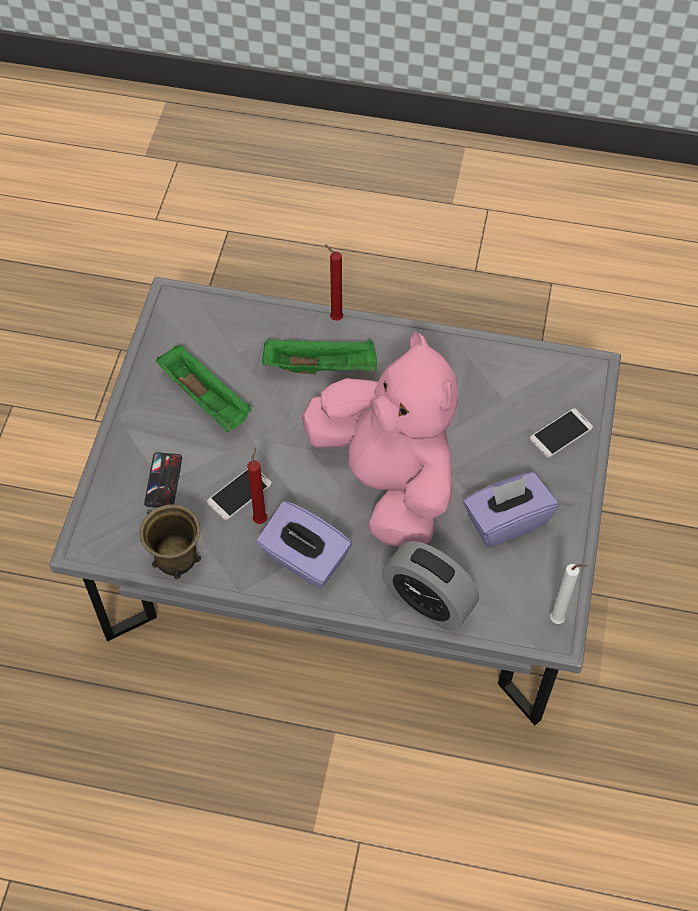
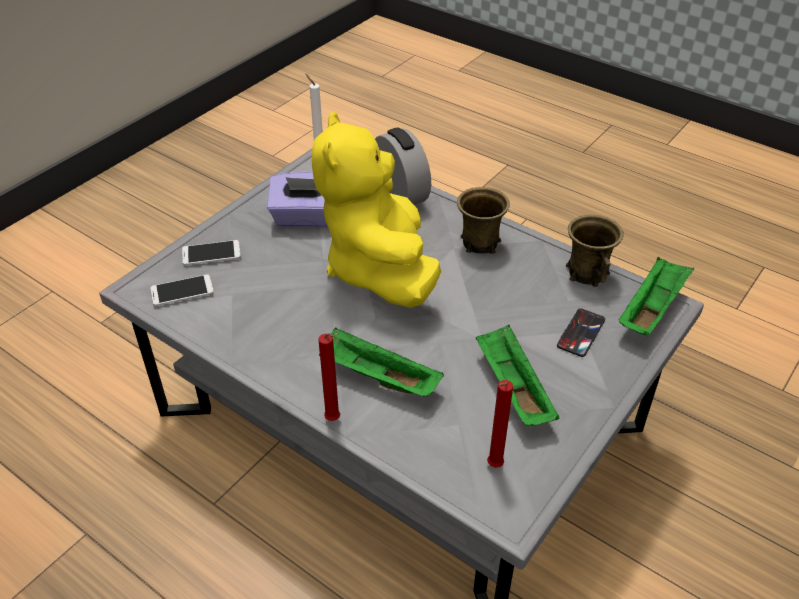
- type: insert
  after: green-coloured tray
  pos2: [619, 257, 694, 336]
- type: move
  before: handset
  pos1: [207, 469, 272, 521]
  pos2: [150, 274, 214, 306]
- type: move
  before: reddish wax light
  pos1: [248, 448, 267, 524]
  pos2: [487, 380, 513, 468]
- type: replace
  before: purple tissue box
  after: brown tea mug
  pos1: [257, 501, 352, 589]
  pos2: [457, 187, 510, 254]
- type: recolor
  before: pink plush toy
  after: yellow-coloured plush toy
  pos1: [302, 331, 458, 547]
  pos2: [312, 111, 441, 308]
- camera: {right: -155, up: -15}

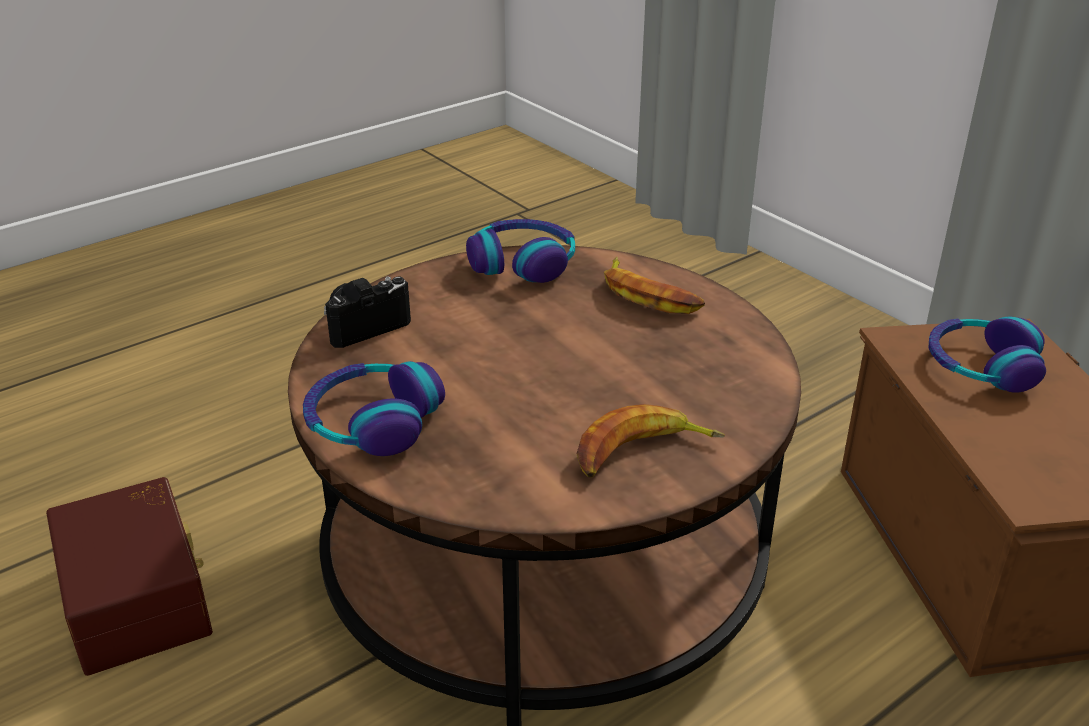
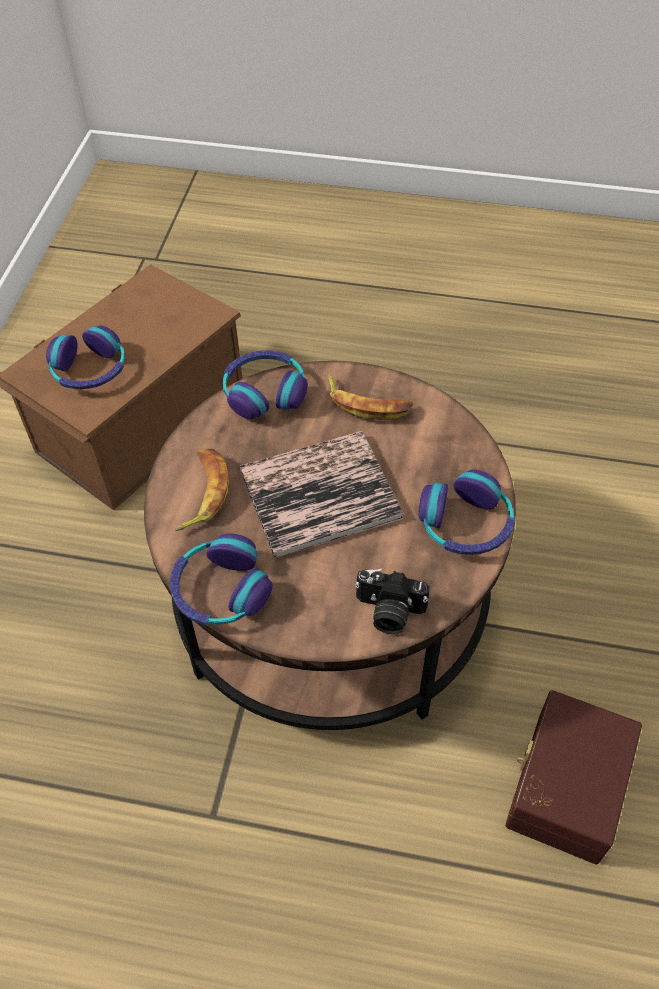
- type: insert
  after: headset
  pos2: [223, 350, 308, 419]
- type: insert
  after: volume
  pos2: [239, 431, 404, 559]
- camera: {right: -130, up: 20}

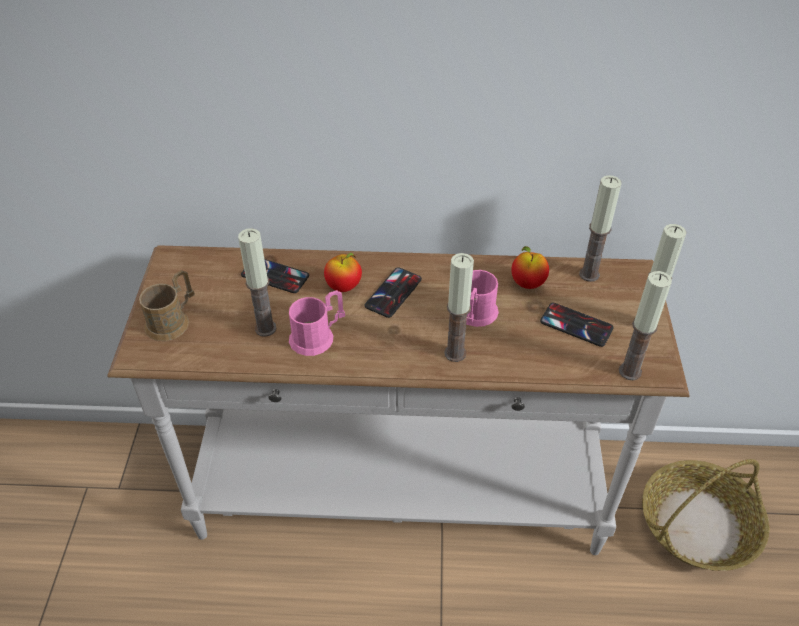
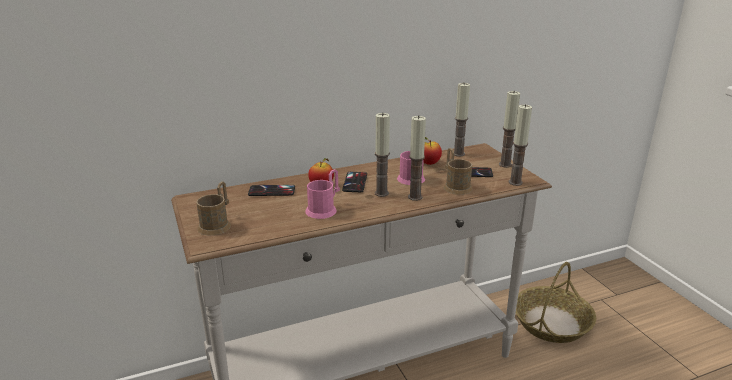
- type: insert
  after: brown tea mug
  pos2: [444, 148, 473, 195]
- type: move
  before: wax light
  pos1: [238, 228, 277, 337]
  pos2: [375, 113, 390, 197]
- camera: {right: -25, up: -20}

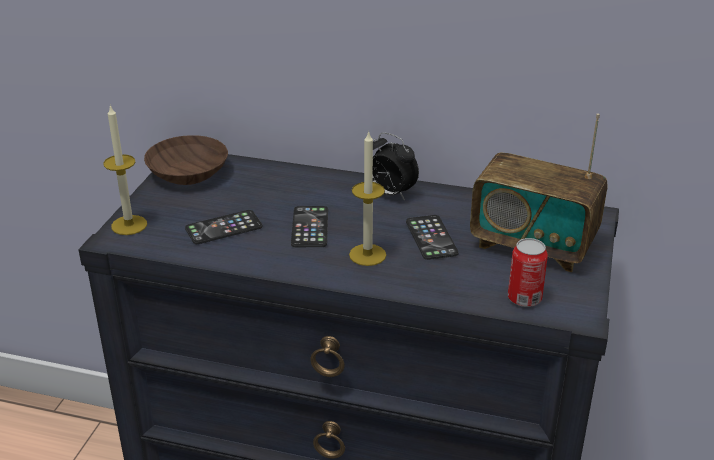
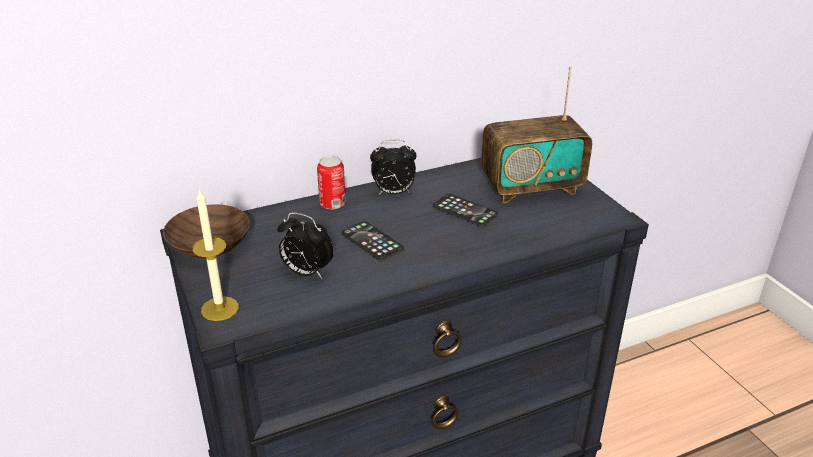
- type: delete
  before: wax light
  pos1: [349, 130, 386, 266]
- type: move
  before: can
  pos1: [508, 238, 548, 307]
  pos2: [317, 156, 346, 210]
- type: replace
  before: handset
  after: alarm clock
  pos1: [185, 210, 262, 244]
  pos2: [277, 212, 334, 278]
- camera: {right: -40, up: 0}

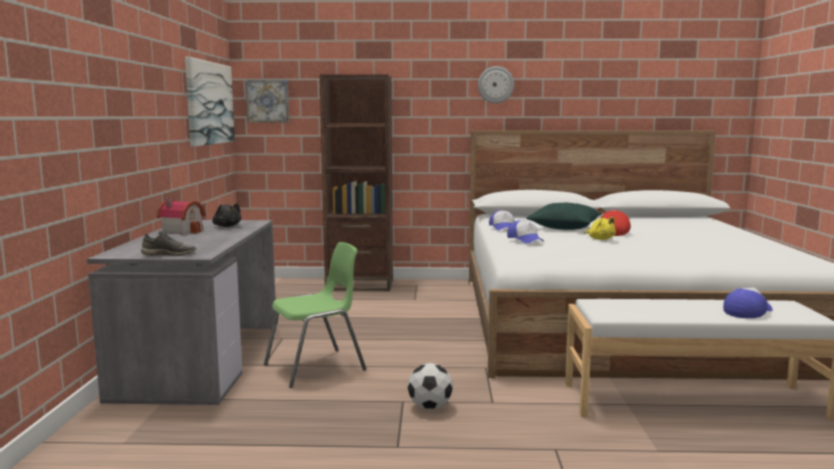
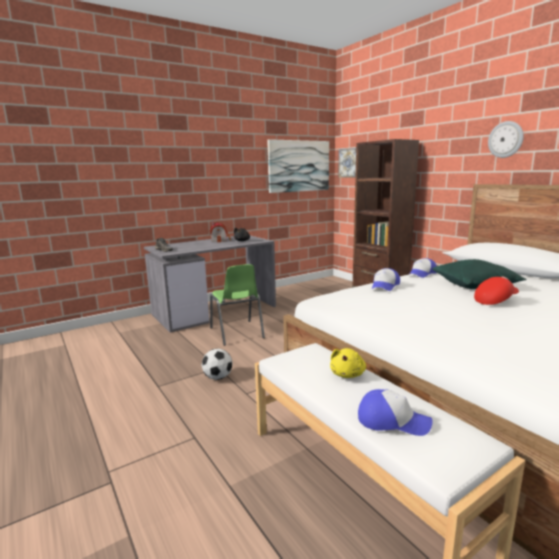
- type: move
  before: yellow-coloured plush toy
  pos1: [584, 217, 616, 240]
  pos2: [330, 348, 366, 378]
- type: rotate
  before: green-coloured chair
  pos1: [264, 242, 366, 388]
  pos2: [210, 264, 265, 346]
  turn: 45
- camera: {right: 55, up: 5}

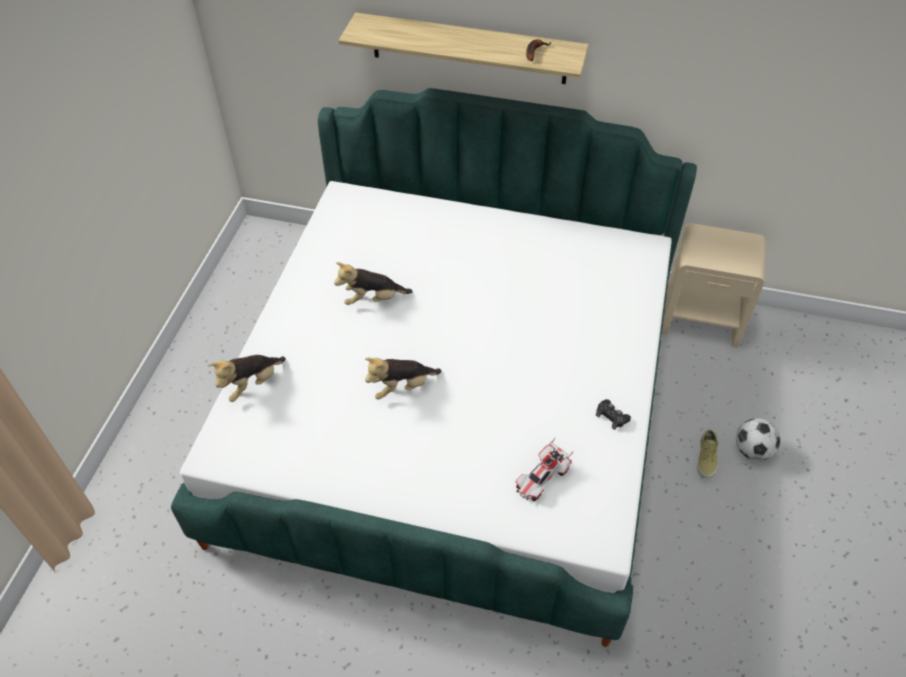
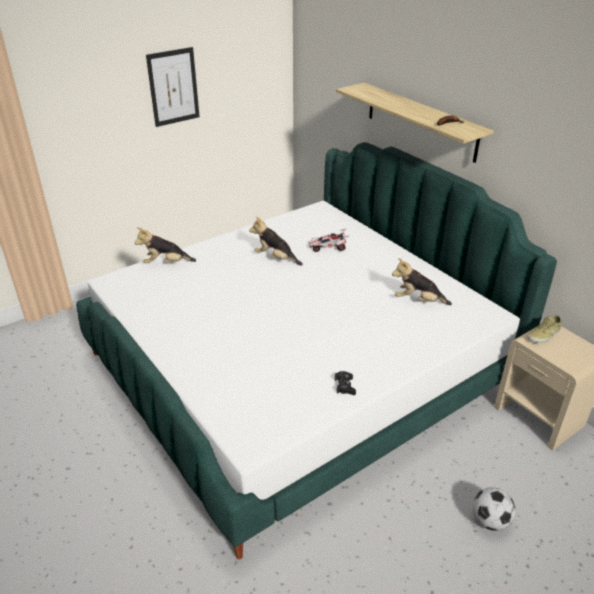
- type: insert
  after: wall picture
  pos2: [146, 47, 200, 127]
- type: move
  before: plush toy
  pos1: [365, 357, 442, 400]
  pos2: [392, 258, 452, 305]
- type: move
  before: toy car
  pos1: [515, 438, 574, 501]
  pos2: [309, 229, 348, 252]
- type: move
  before: sand-coloured shoe
  pos1: [697, 430, 718, 478]
  pos2: [527, 315, 562, 343]
- camera: {right: 40, up: -15}

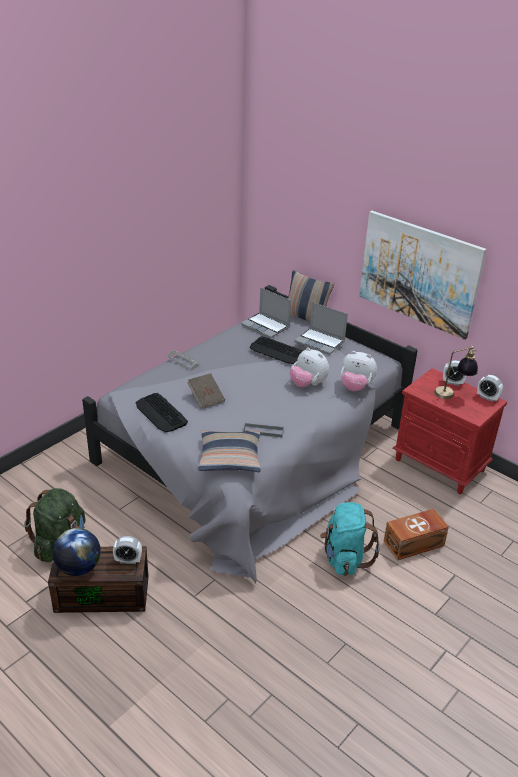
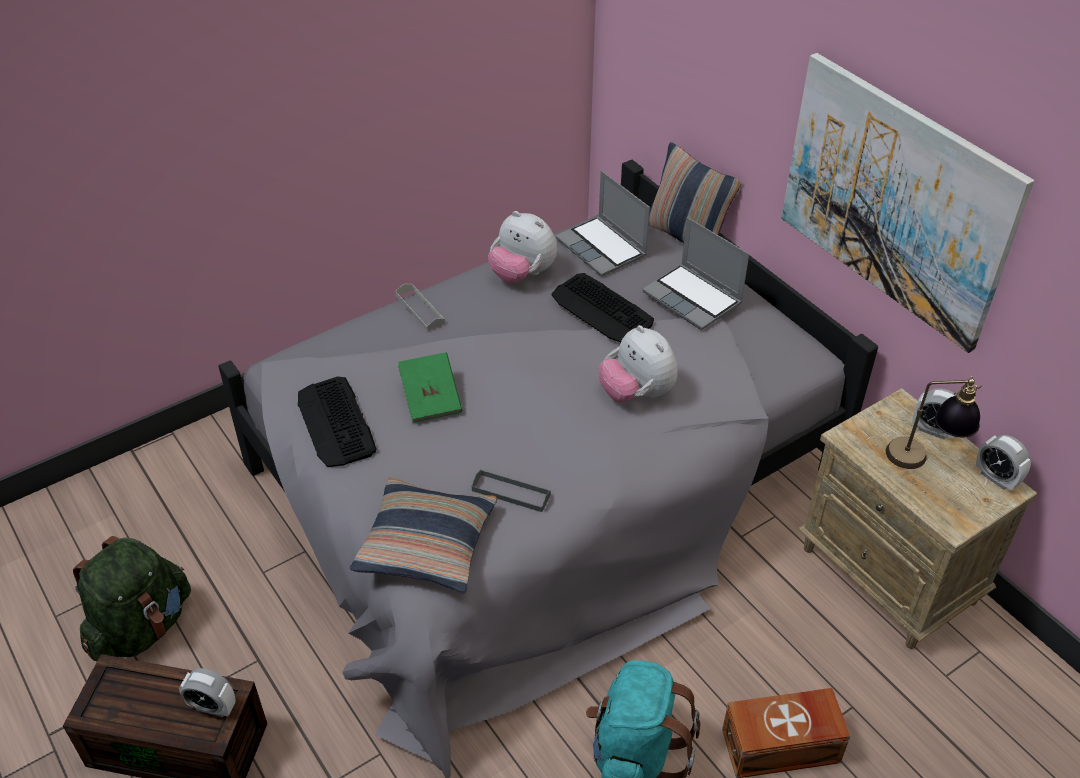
- type: delete
  before: globe
  pos1: [53, 528, 101, 576]
- type: move
  before: plush toy
  pos1: [341, 351, 377, 391]
  pos2: [488, 211, 557, 283]
- type: recolor
  before: brown volume
  after: green-coloured volume
  pos1: [187, 373, 225, 409]
  pos2: [398, 352, 462, 423]
- type: recolor
  before: reddish bedside table
  after: sand-coloured bedside table
  pos1: [393, 368, 507, 494]
  pos2: [797, 388, 1037, 649]
- camera: {right: 15, up: 10}

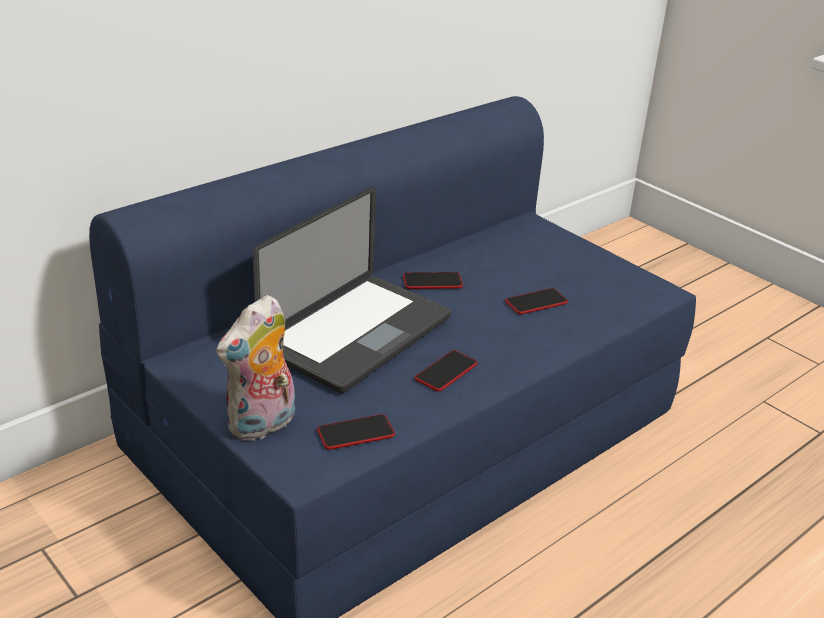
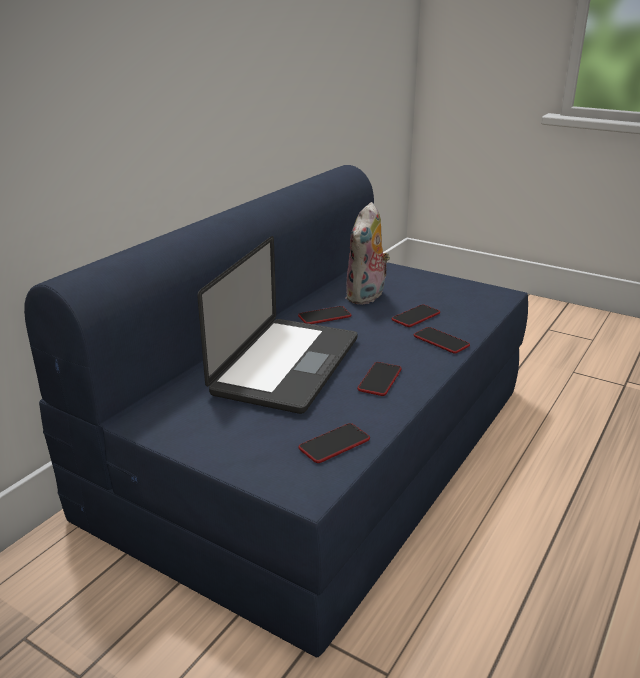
- type: insert
  after: handset
  pos2: [414, 327, 470, 354]
- type: move
  before: plush toy
  pos1: [216, 295, 295, 441]
  pos2: [345, 202, 390, 305]
- camera: {right: -15, up: -5}

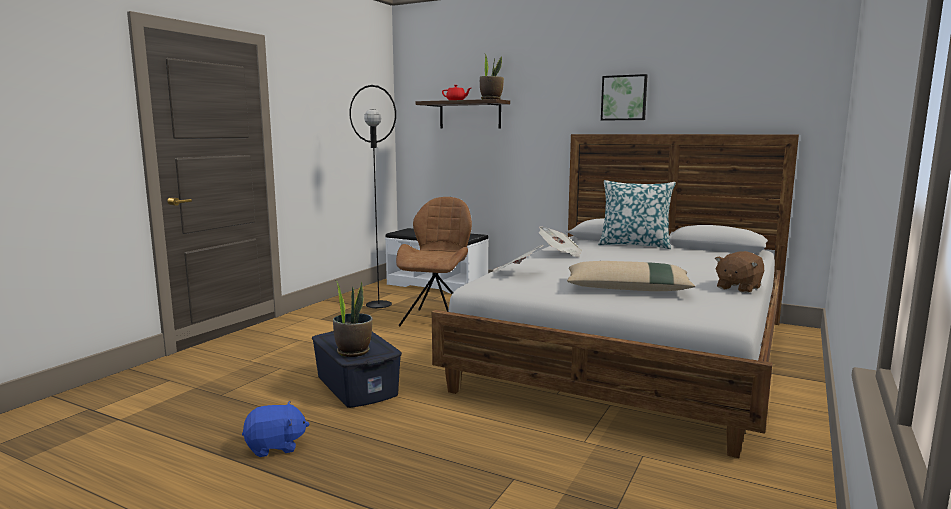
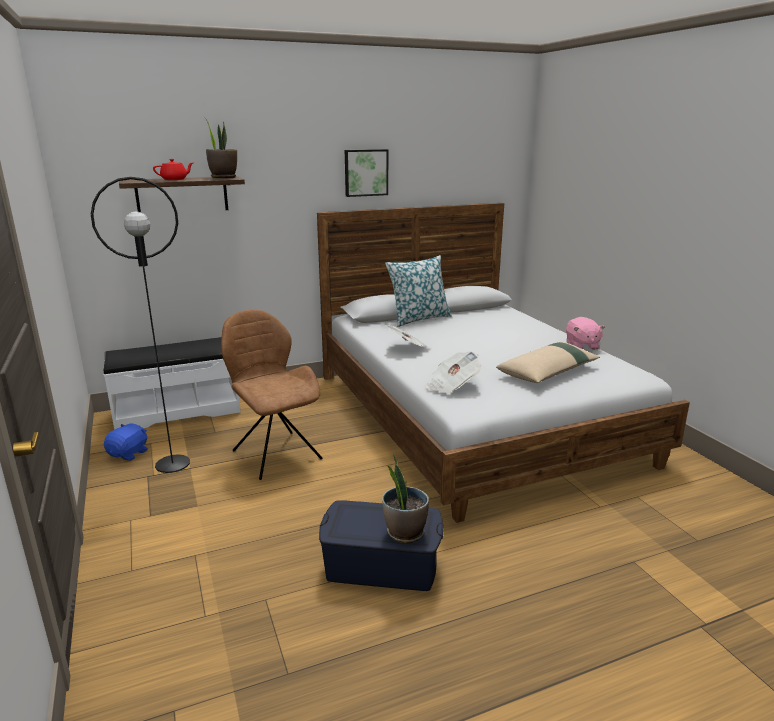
- type: move
  before: blue-coloured plush toy
  pos1: [242, 401, 309, 457]
  pos2: [104, 423, 148, 461]
- type: recolor
  before: brown plush toy
  after: pink plush toy
  pos1: [715, 251, 765, 293]
  pos2: [566, 317, 605, 350]
- camera: {right: -50, up: 10}

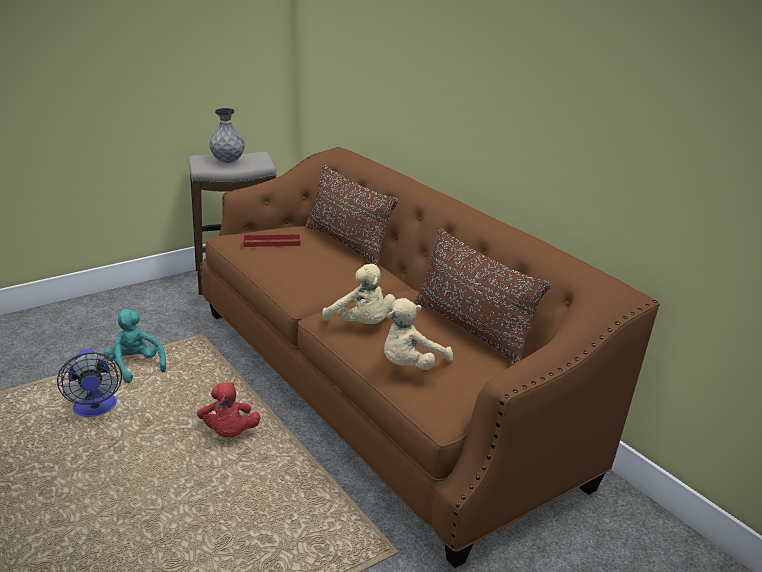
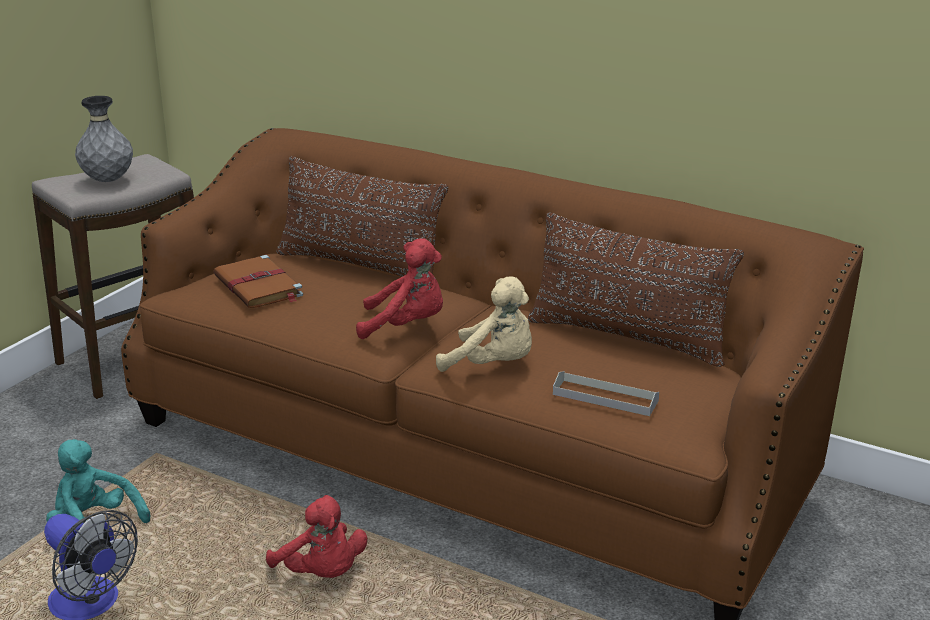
- type: insert
  after: reddish plush toy
  pos2: [356, 238, 443, 339]
- type: replace
  before: reddish tray
  after: brown volume
  pos1: [243, 234, 301, 247]
  pos2: [213, 255, 303, 308]
- type: replace
  before: sand-coloured plush toy
  after: grey tray
  pos1: [384, 298, 453, 370]
  pos2: [553, 371, 659, 416]
- camera: {right: -25, up: 0}

